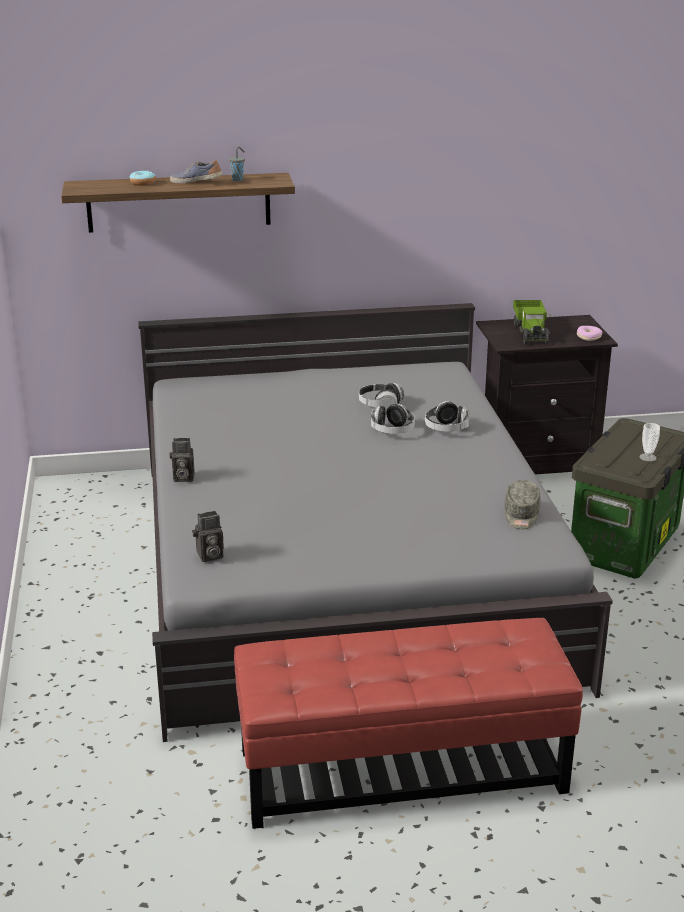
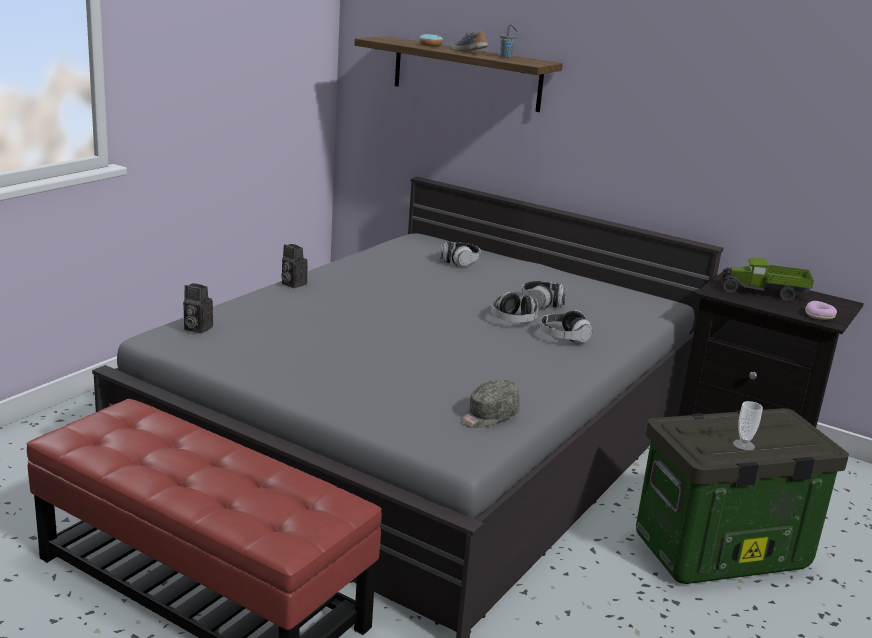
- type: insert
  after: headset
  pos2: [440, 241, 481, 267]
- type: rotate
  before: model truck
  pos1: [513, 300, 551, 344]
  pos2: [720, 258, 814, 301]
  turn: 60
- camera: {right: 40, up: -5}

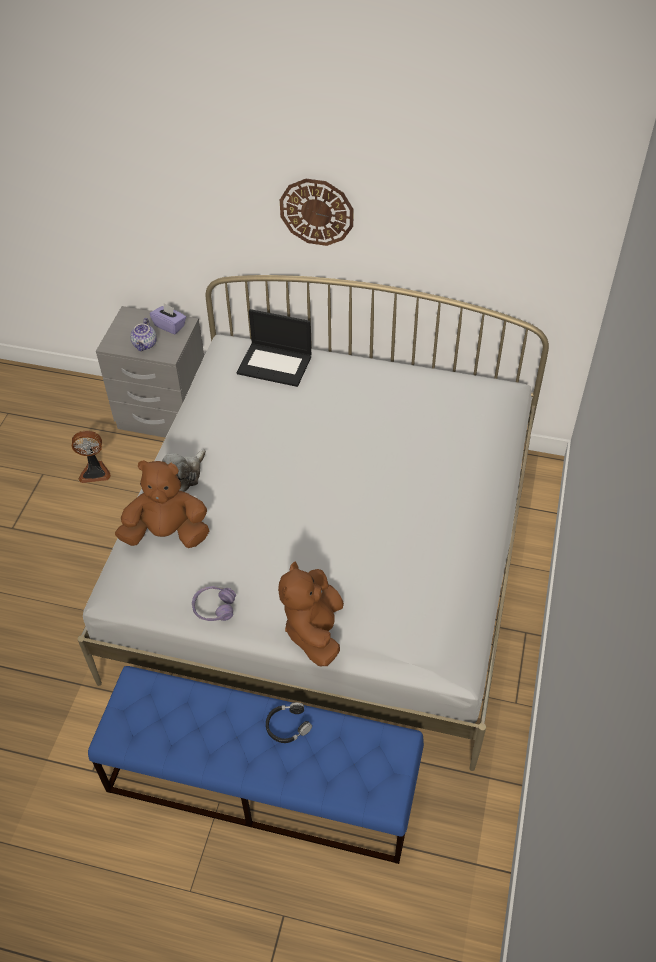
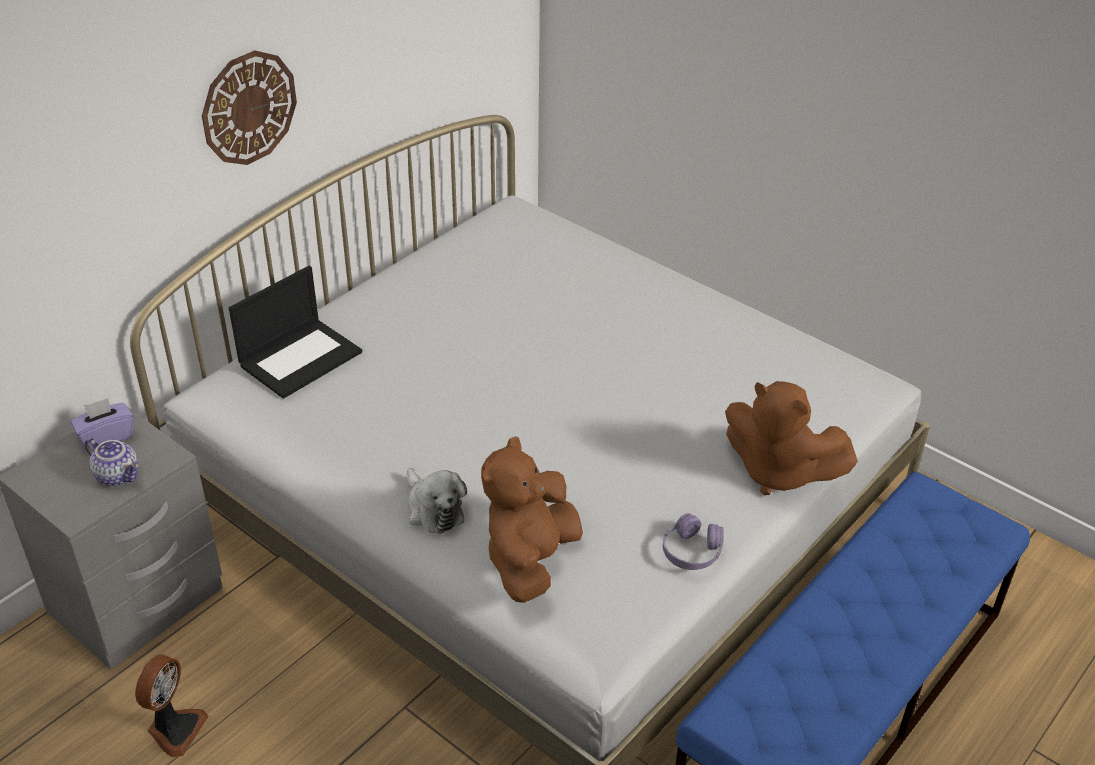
- type: delete
  before: black-coloured headset
  pos1: [266, 702, 312, 743]
- camera: {right: -65, up: -10}

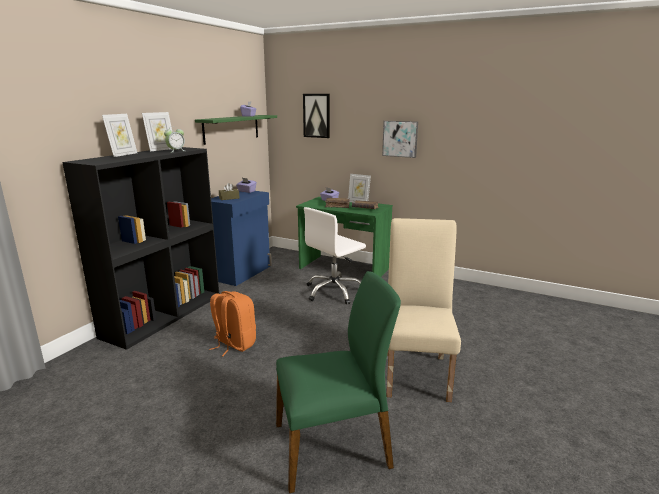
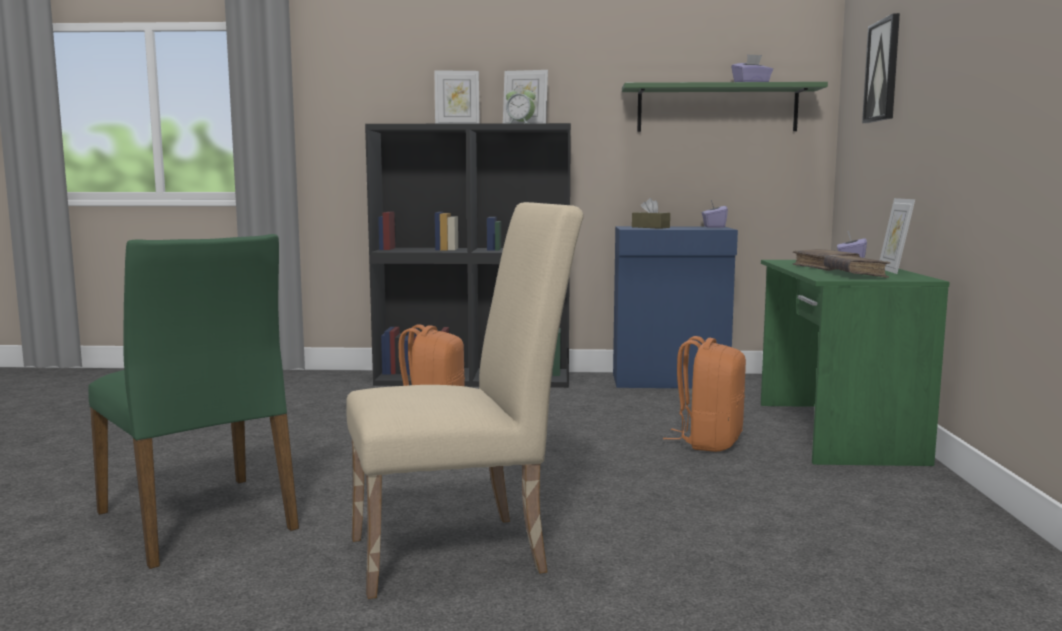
- type: delete
  before: wall picture
  pos1: [382, 121, 418, 158]
- type: replace
  before: whitish computer chair
  after: orangey backpack
  pos1: [304, 207, 366, 304]
  pos2: [663, 336, 746, 452]
- camera: {right: 65, up: -10}

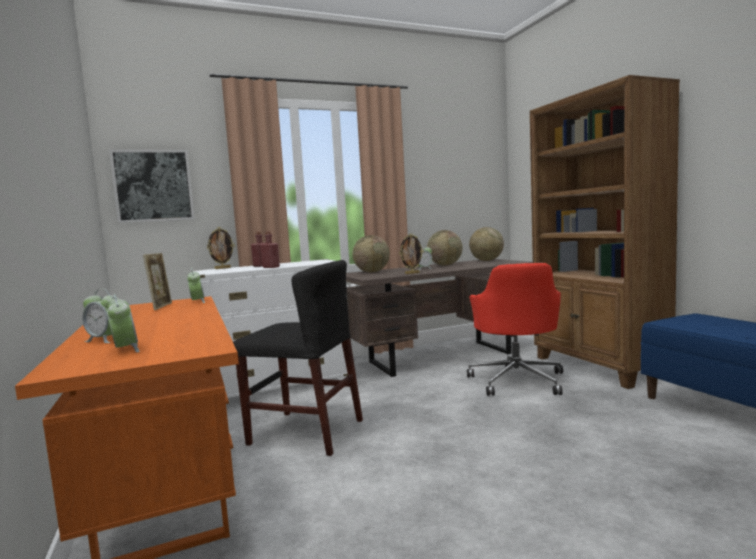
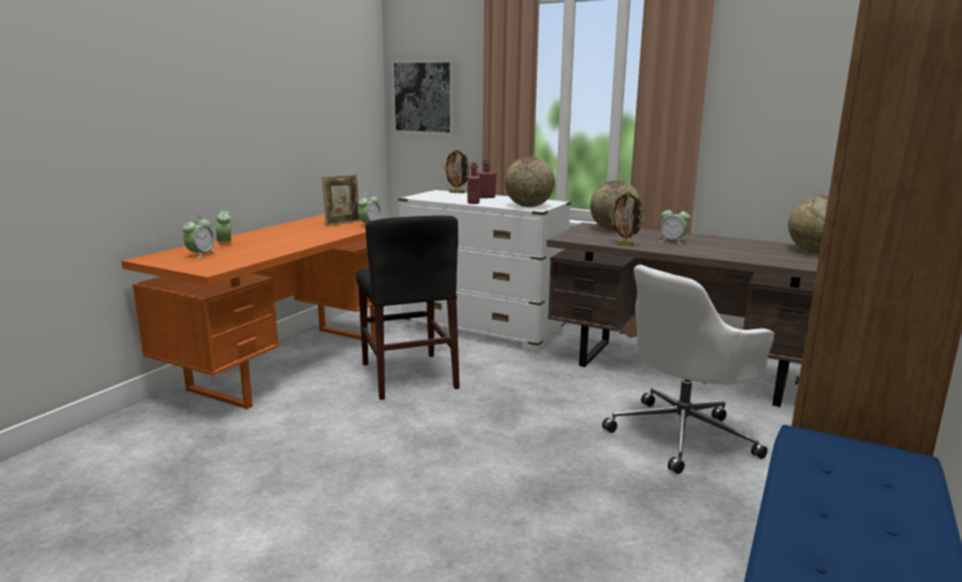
- type: move
  before: globe
  pos1: [427, 230, 463, 265]
  pos2: [505, 156, 555, 207]
- type: recolor
  before: reddish computer chair
  after: whitish computer chair
  pos1: [467, 263, 563, 396]
  pos2: [602, 265, 774, 474]
- camera: {right: 50, up: 10}

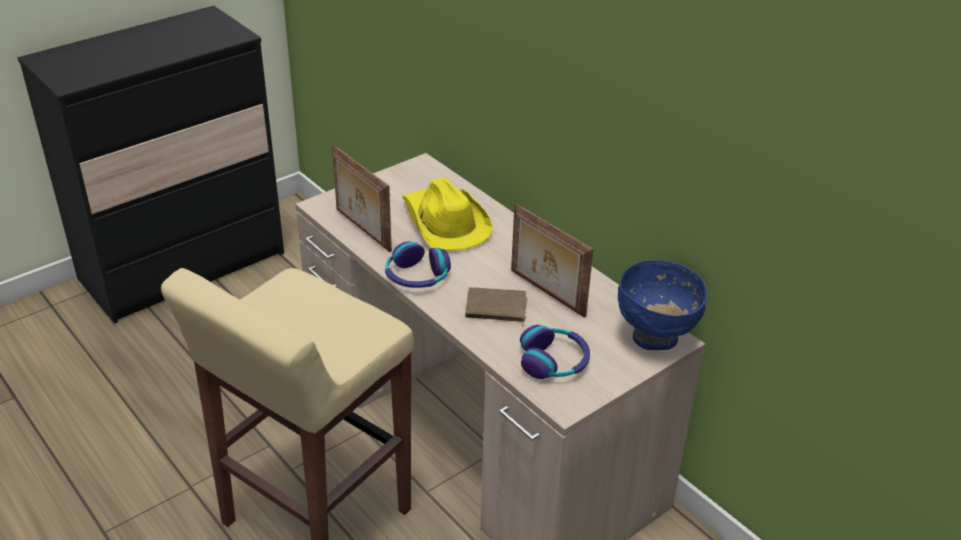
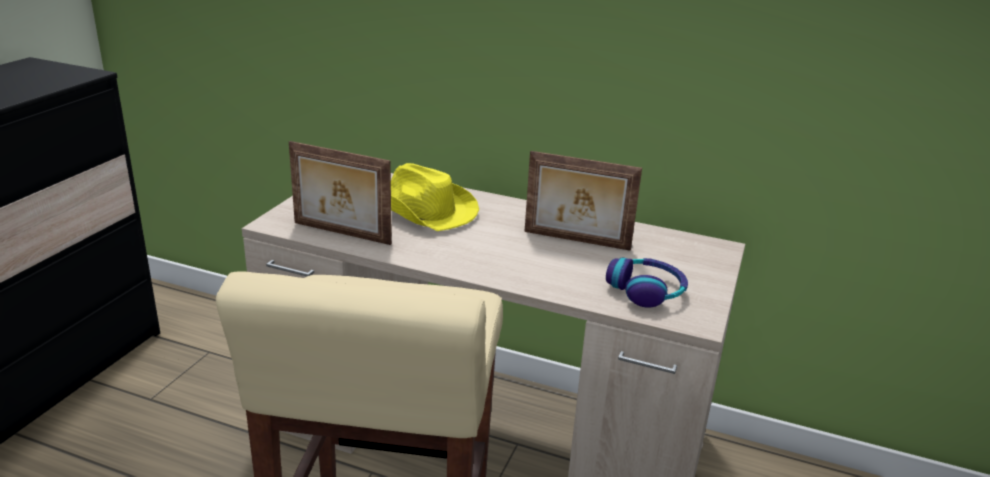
- type: delete
  before: headset
  pos1: [385, 241, 451, 288]
- type: delete
  before: brown volume
  pos1: [465, 287, 527, 327]
- type: delete
  before: blue-coloured deep dish
  pos1: [618, 260, 707, 350]
- camera: {right: -30, up: -10}

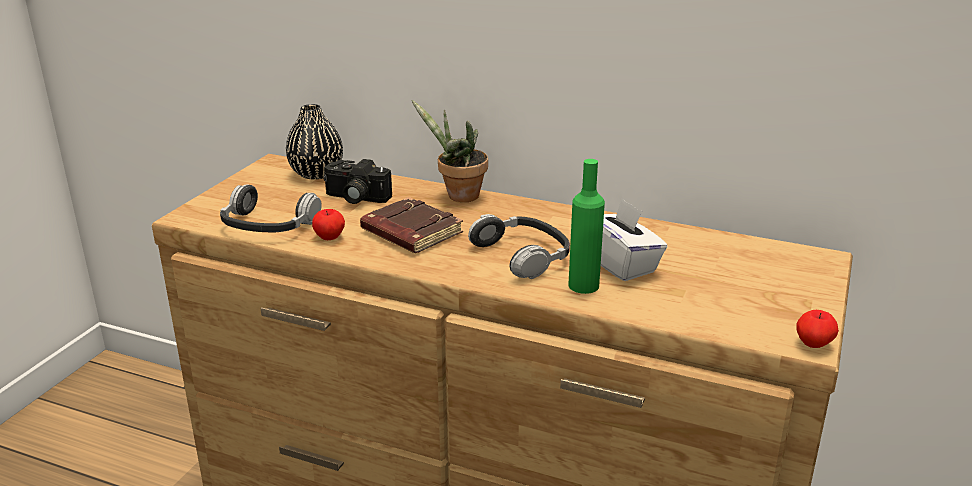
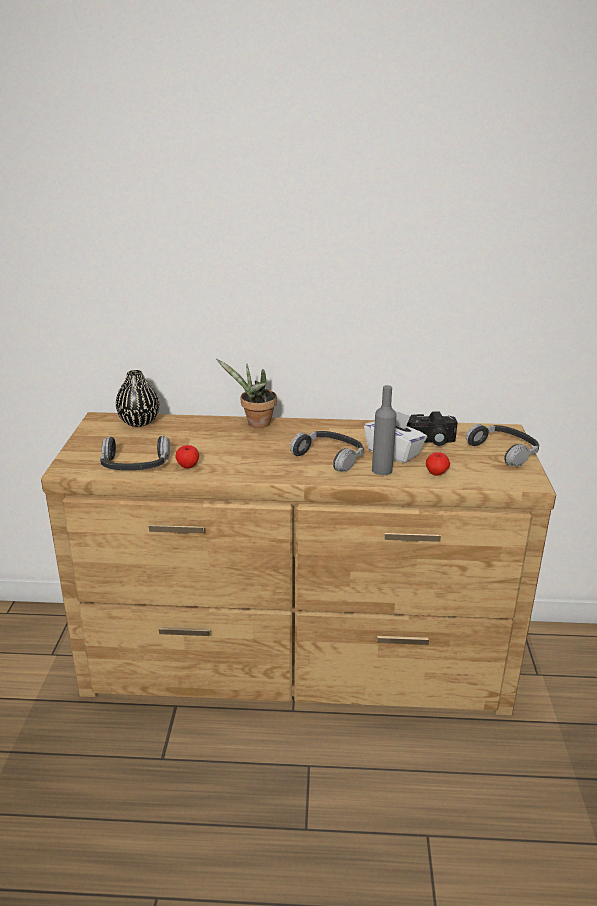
- type: delete
  before: brown volume
  pos1: [360, 197, 463, 253]
- type: insert
  after: headset
  pos2: [466, 424, 539, 467]
- type: move
  before: photo camera
  pos1: [324, 159, 392, 204]
  pos2: [407, 412, 457, 446]
- type: move
  before: apple fruit
  pos1: [796, 310, 839, 348]
  pos2: [426, 452, 450, 476]
- type: recolor
  before: green-coloured beverage bottle
  after: grey beverage bottle
  pos1: [568, 159, 605, 294]
  pos2: [372, 385, 397, 475]
- camera: {right: -20, up: 0}

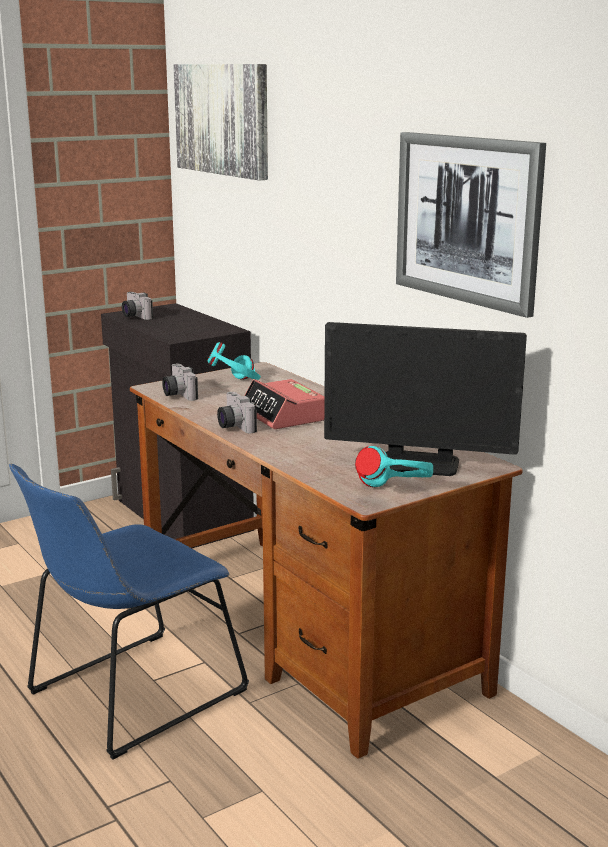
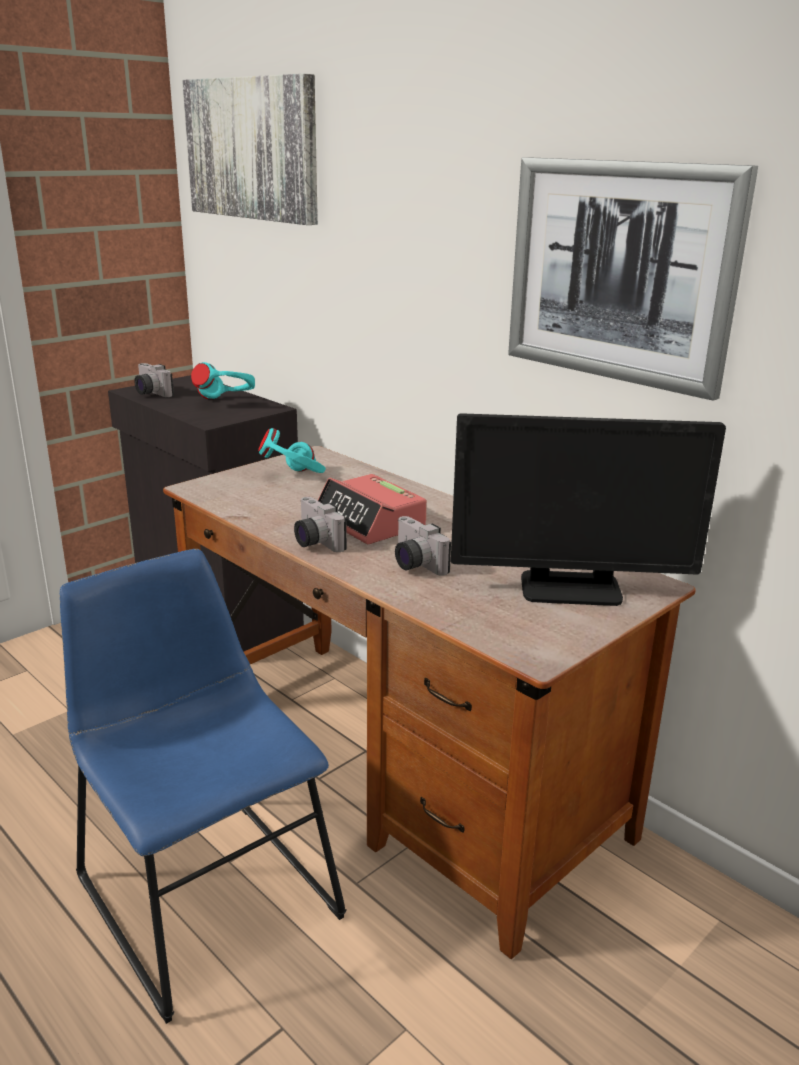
- type: move
  before: photo camera
  pos1: [162, 364, 198, 401]
  pos2: [395, 516, 451, 576]
- type: move
  before: blue-green headset
  pos1: [355, 446, 433, 487]
  pos2: [191, 362, 255, 400]
- type: rotate
  before: blue-coloured chair
  pos1: [9, 464, 249, 760]
  pos2: [60, 549, 347, 1024]
  turn: 105
- camera: {right: -10, up: 5}

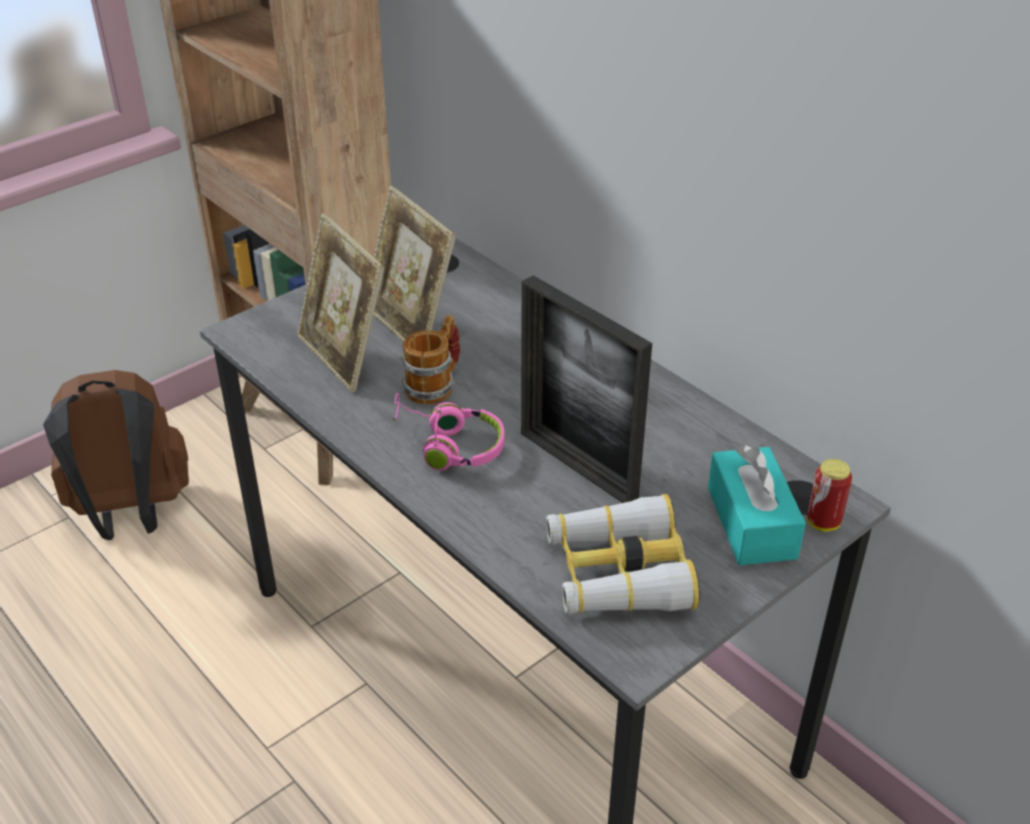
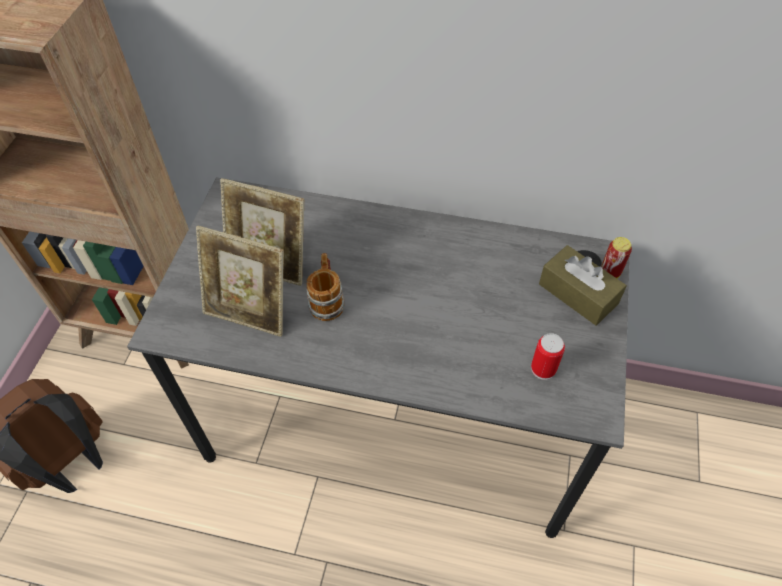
- type: delete
  before: pink headset
  pos1: [392, 393, 505, 471]
- type: delete
  before: picture frame
  pos1: [521, 275, 652, 503]
- type: replace
  before: field glasses
  after: can
  pos1: [546, 494, 700, 614]
  pos2: [531, 333, 565, 380]
- type: recolor
  before: blue-green tissue box
  after: brown tissue box
  pos1: [708, 445, 806, 565]
  pos2: [539, 245, 627, 325]
- camera: {right: -35, up: 15}

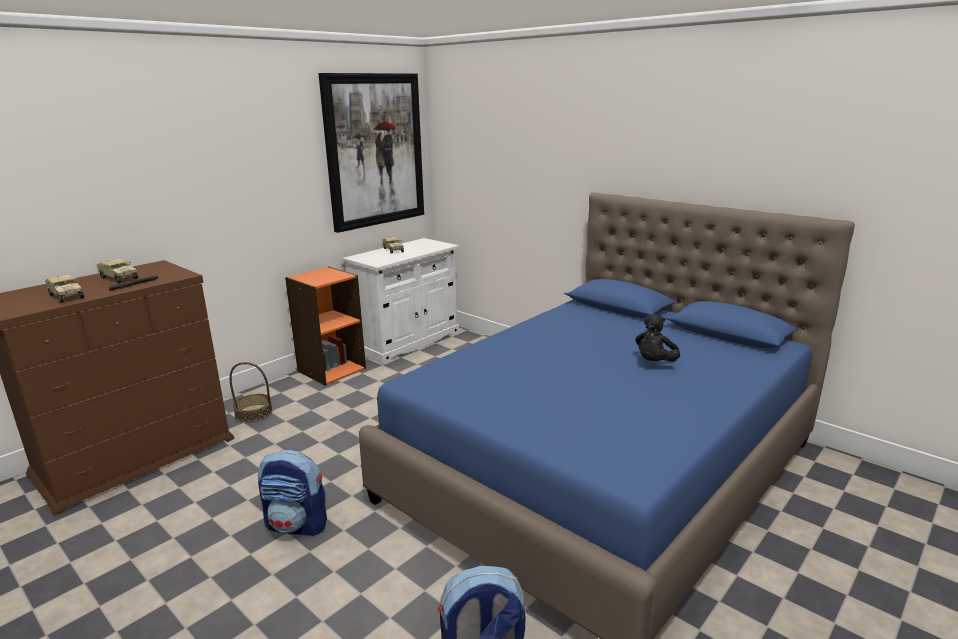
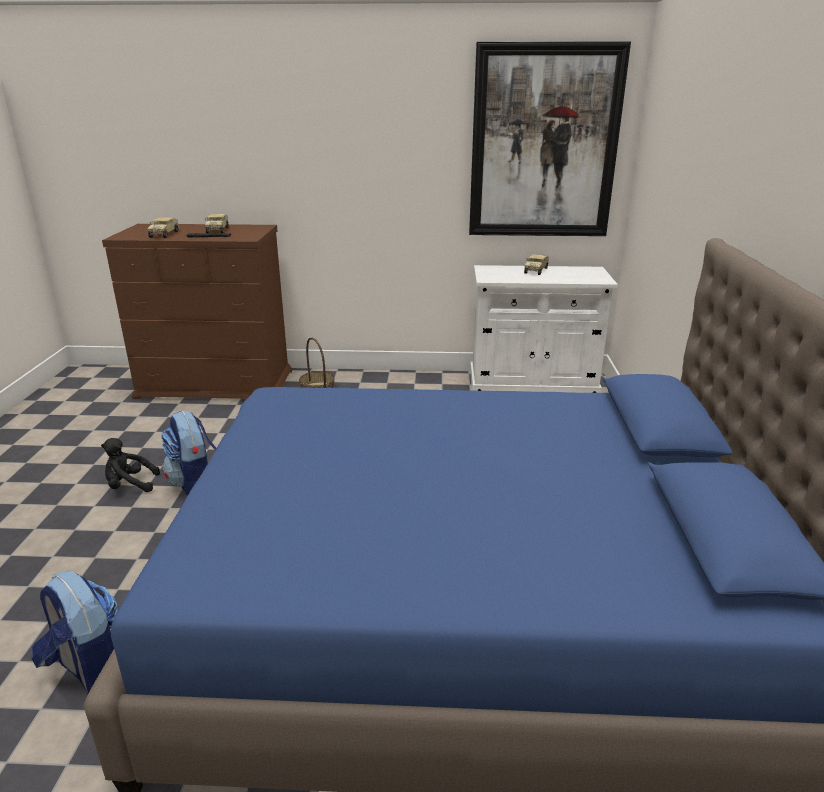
- type: delete
  before: orangey bookshelf
  pos1: [285, 266, 366, 386]
- type: move
  before: black-coloured plush toy
  pos1: [635, 314, 680, 362]
  pos2: [101, 438, 160, 492]
- camera: {right: 50, up: 5}

